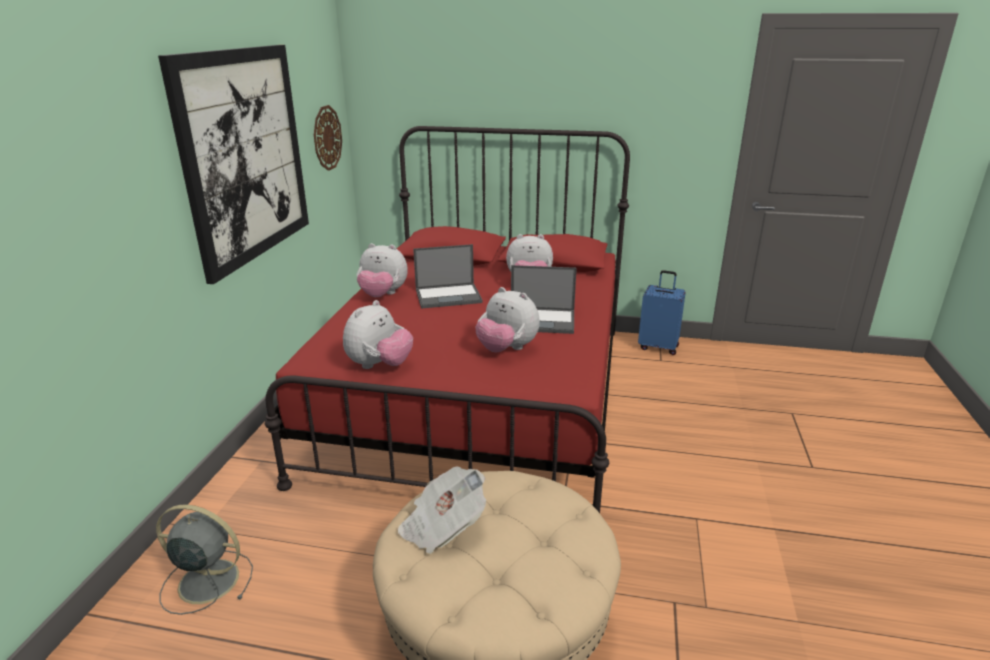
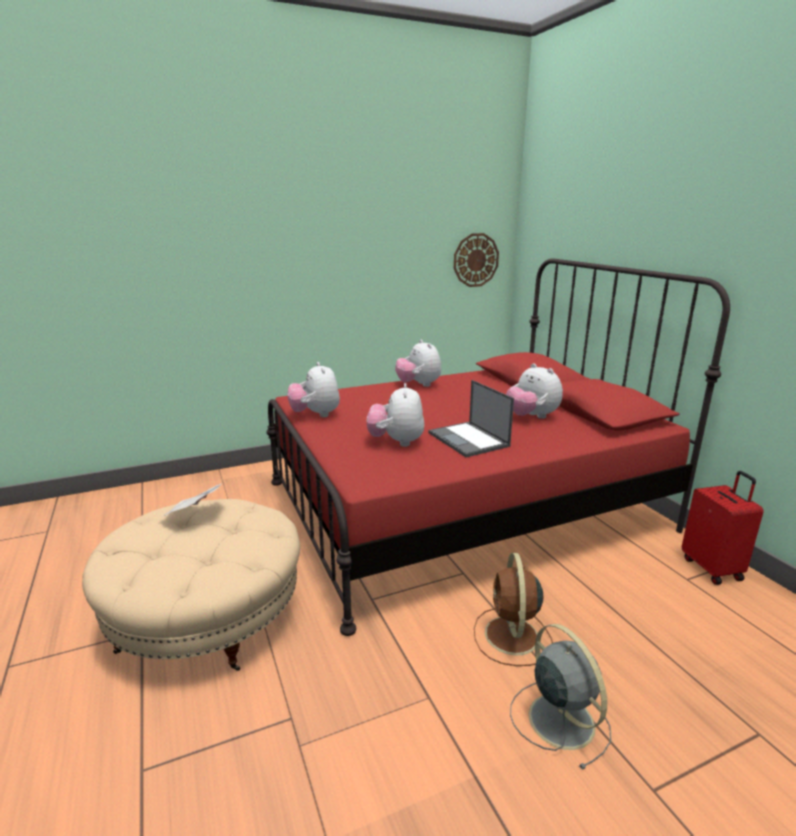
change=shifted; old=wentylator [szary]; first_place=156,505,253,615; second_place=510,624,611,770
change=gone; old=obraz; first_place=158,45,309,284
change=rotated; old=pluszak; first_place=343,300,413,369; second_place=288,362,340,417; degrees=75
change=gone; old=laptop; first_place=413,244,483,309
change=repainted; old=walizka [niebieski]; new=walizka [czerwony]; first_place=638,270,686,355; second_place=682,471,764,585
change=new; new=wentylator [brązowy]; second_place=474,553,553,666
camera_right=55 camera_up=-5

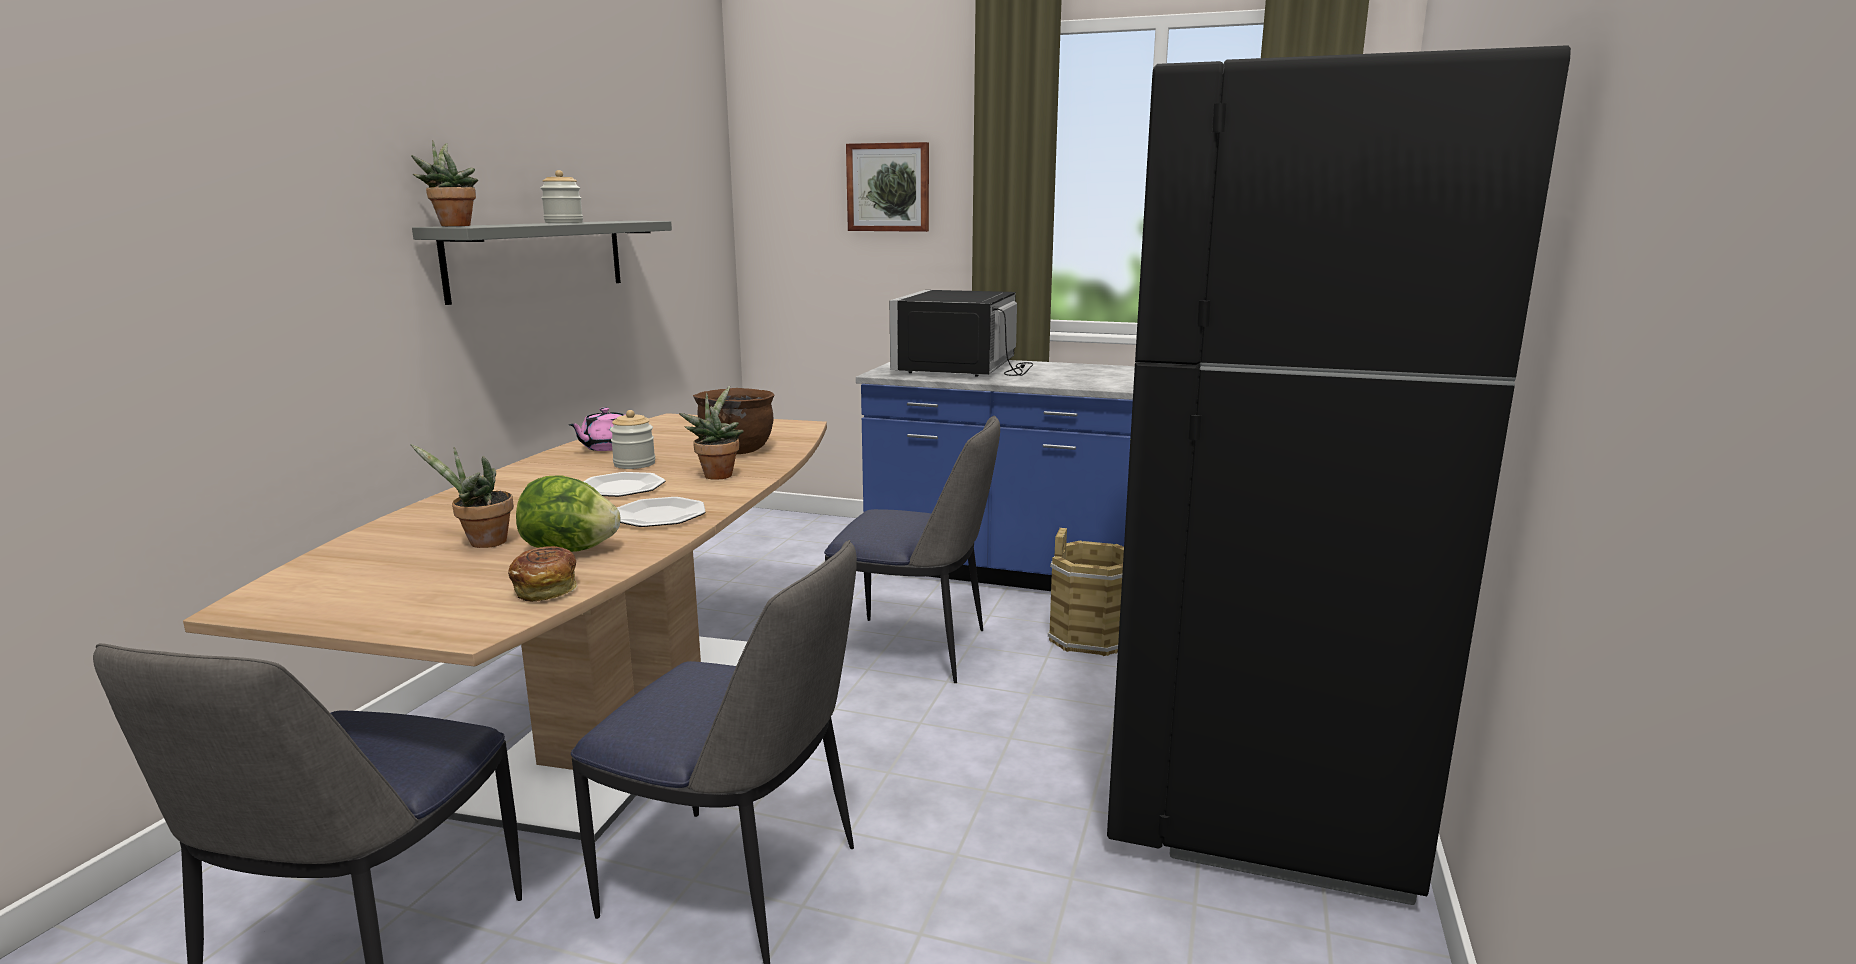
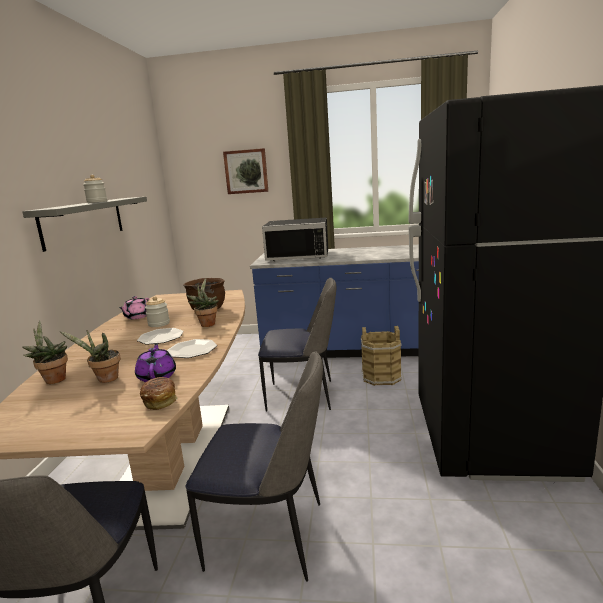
change=shifted; old=roślina doniczkowa; first_place=411,140,478,226; second_place=22,321,68,384
change=swapped; old=sałata; new=imbryk [fioletowy]; first_place=516,475,620,552; second_place=135,343,176,382
change=rotated; old=mikrofalówka [czarny]; first_place=890,290,1033,377; second_place=262,217,328,261; degrees=-90
camera_right=-10 camera_up=0

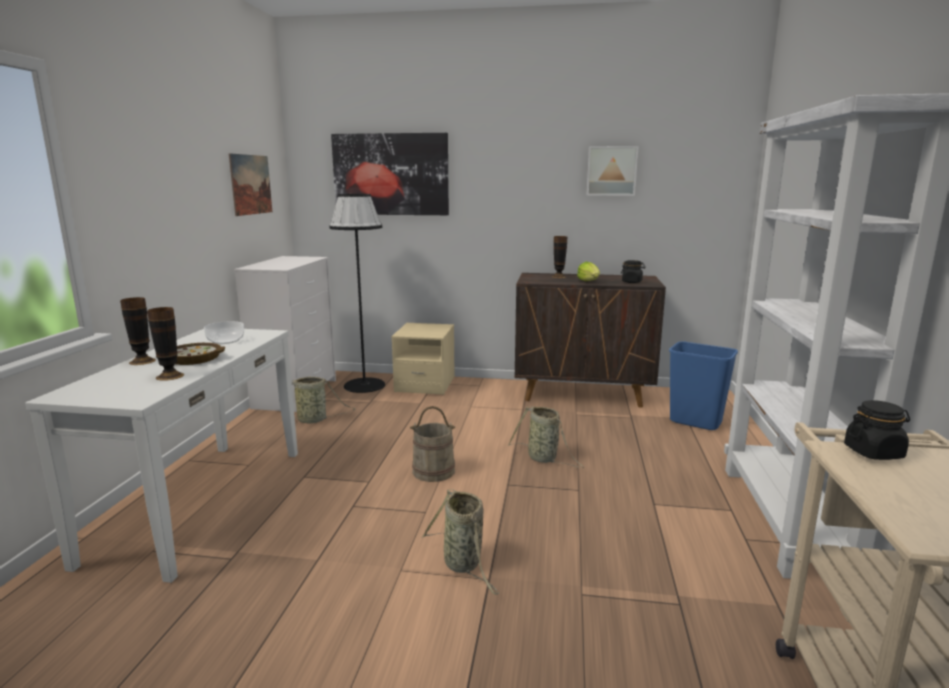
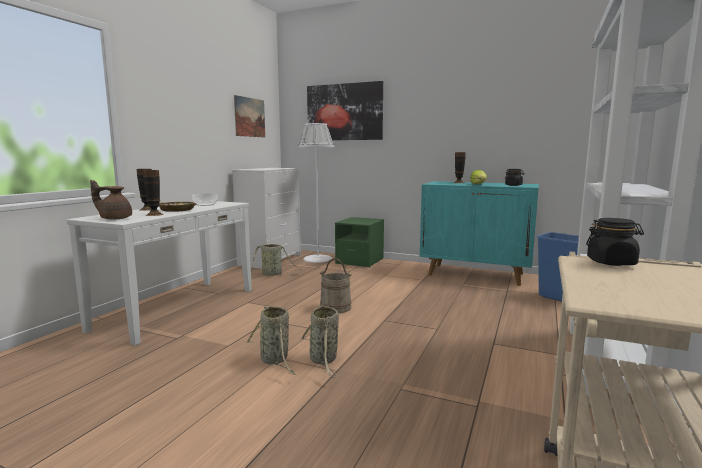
change=repainted; old=lampa stojąca [czarny]; new=lampa stojąca [biały]; first_place=330,194,385,393; second_place=298,123,334,263
change=repainted; old=szafka nocna [beżowy]; new=szafka nocna [zielony]; first_place=391,323,454,395; second_place=335,217,384,268
change=shifted; old=koszyk; first_place=508,406,584,468; second_place=246,305,296,375
change=repainted; old=szafka [brązowy]; new=szafka [turkusowy]; first_place=515,273,666,407; second_place=420,181,539,286
change=gone; old=obraz; first_place=587,146,638,196
change=new; new=imbryk [brązowy]; second_place=90,180,132,220
camera_right=15 camera_up=-5

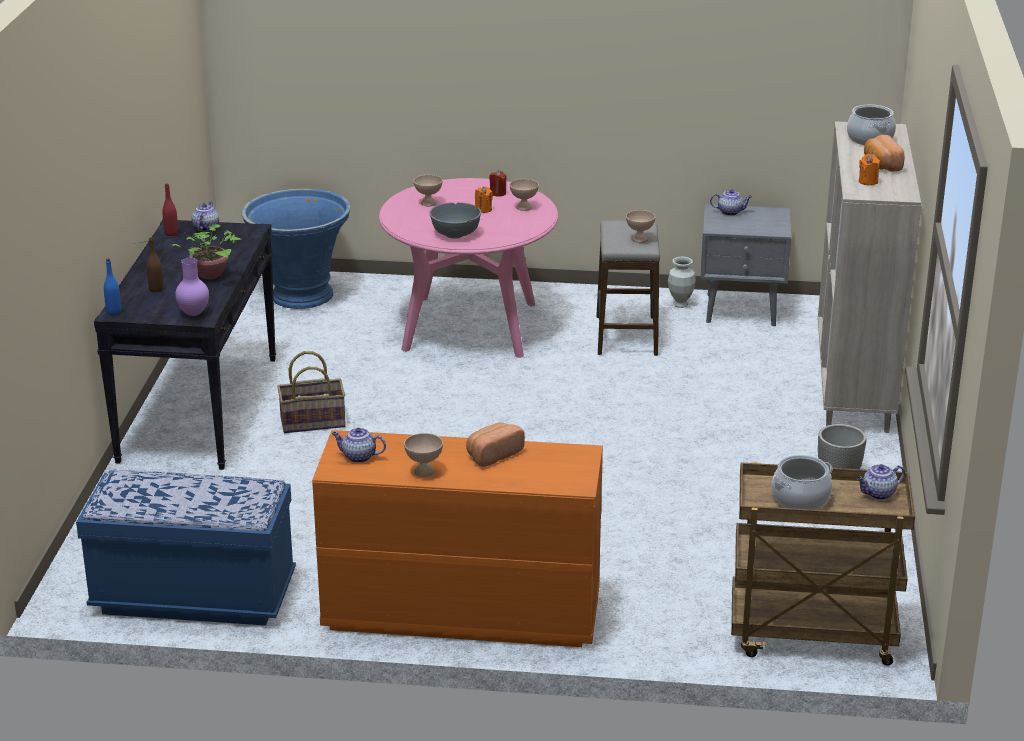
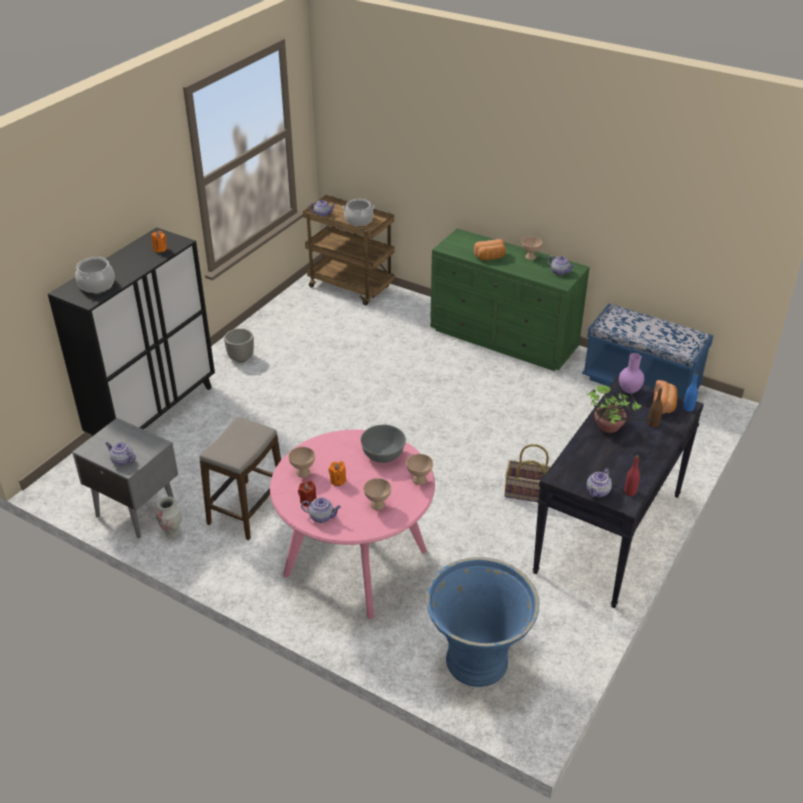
change=repainted; old=komoda [pomarańczowy]; new=komoda [zielony]; first_place=312,430,603,647; second_place=430,228,590,371
change=shifted; old=miska [beżowy]; first_place=626,210,655,243; second_place=406,454,433,485
change=repainted; old=szafka [beżowy]; new=szafka [czarny]; first_place=818,121,921,433; second_place=48,227,215,436
change=shifted; old=chleb; first_place=864,135,905,171; second_place=653,380,677,414
change=new; new=imbryk; second_place=301,497,341,523
camera_right=-155 camera_up=10

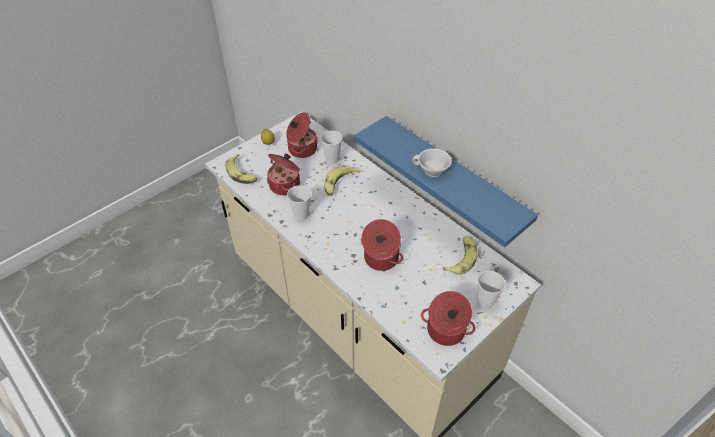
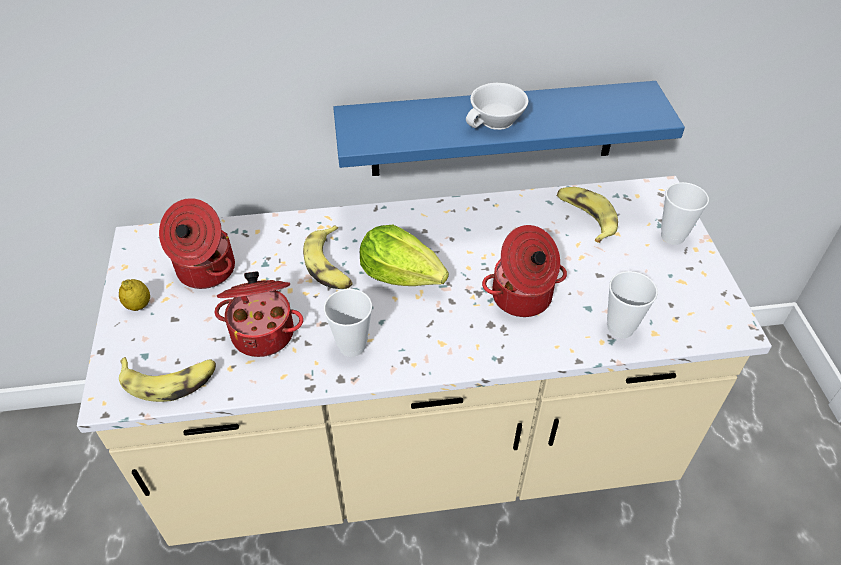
change=shifted; old=filiżanka; first_place=321,131,343,164; second_place=607,271,658,338
change=gone; old=garnek; first_place=421,291,476,346
change=new; new=sałata; second_place=360,225,449,286
camera_right=-55 camera_up=0

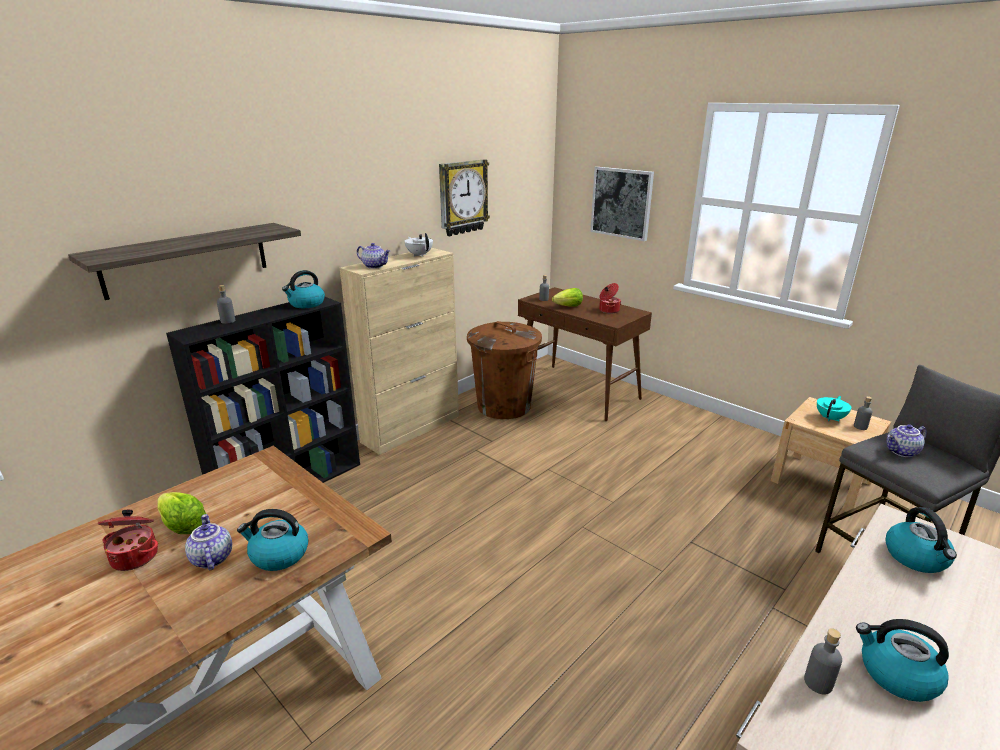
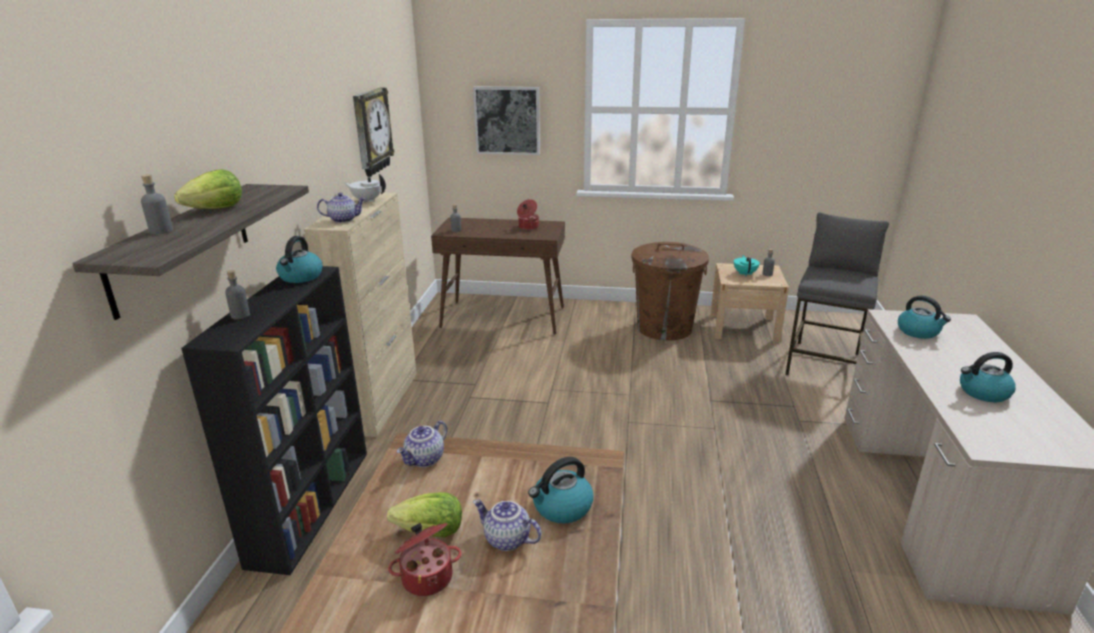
change=shifted; old=kosz na śmieci [brązowy]; first_place=467,321,542,419; second_place=631,242,709,341
change=shifted; old=sałata; first_place=552,288,583,307; second_place=174,169,242,209
change=shifted; old=butelka [szary]; first_place=804,628,842,694; second_place=141,174,173,235
change=shifted; old=imbryk; first_place=887,424,927,457; second_place=397,421,447,467
camera_right=-35 camera_up=0

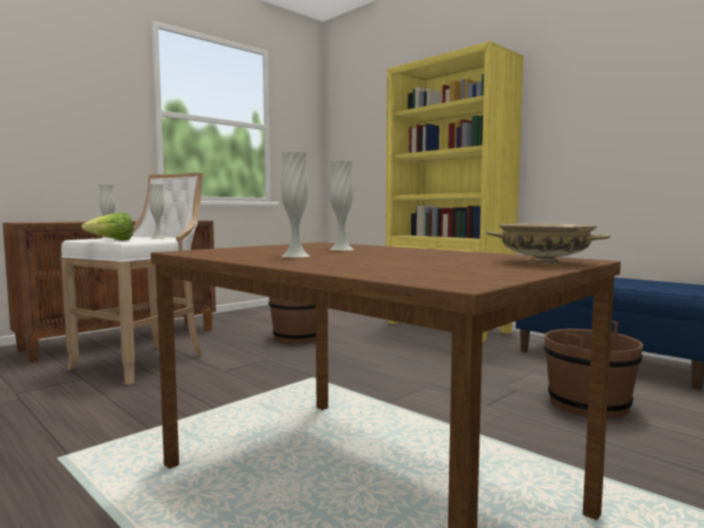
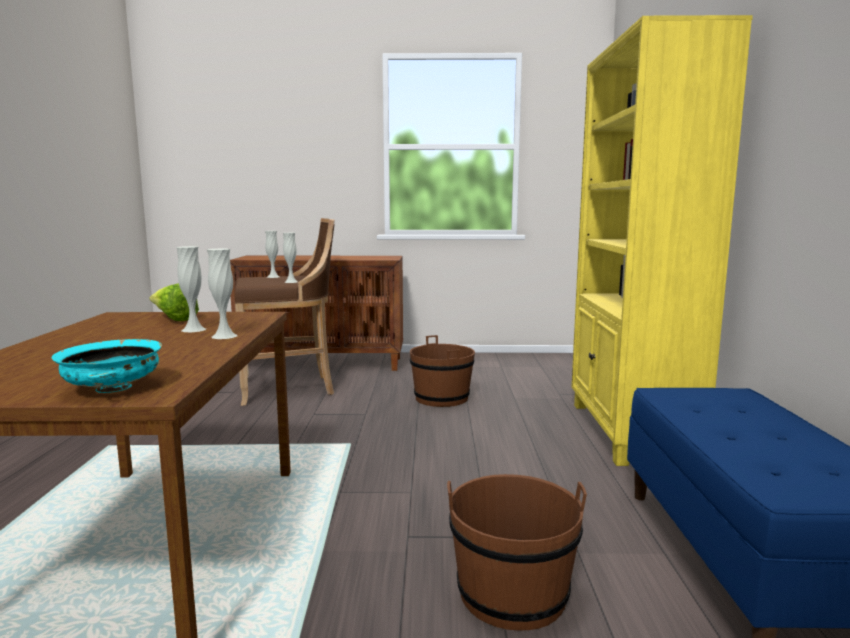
change=repainted; old=stołek [biały]; new=stołek [brązowy]; first_place=61,172,203,385; second_place=234,218,335,406
change=shifted; old=sałata; first_place=82,212,133,241; second_place=149,283,199,321
change=shifted; old=wazon [biały]; first_place=281,152,310,257; second_place=207,249,237,339
change=repainted; old=miska [beżowy]; new=miska [turkusowy]; first_place=487,223,610,264; second_place=51,339,162,393
camera_right=45 camera_up=5

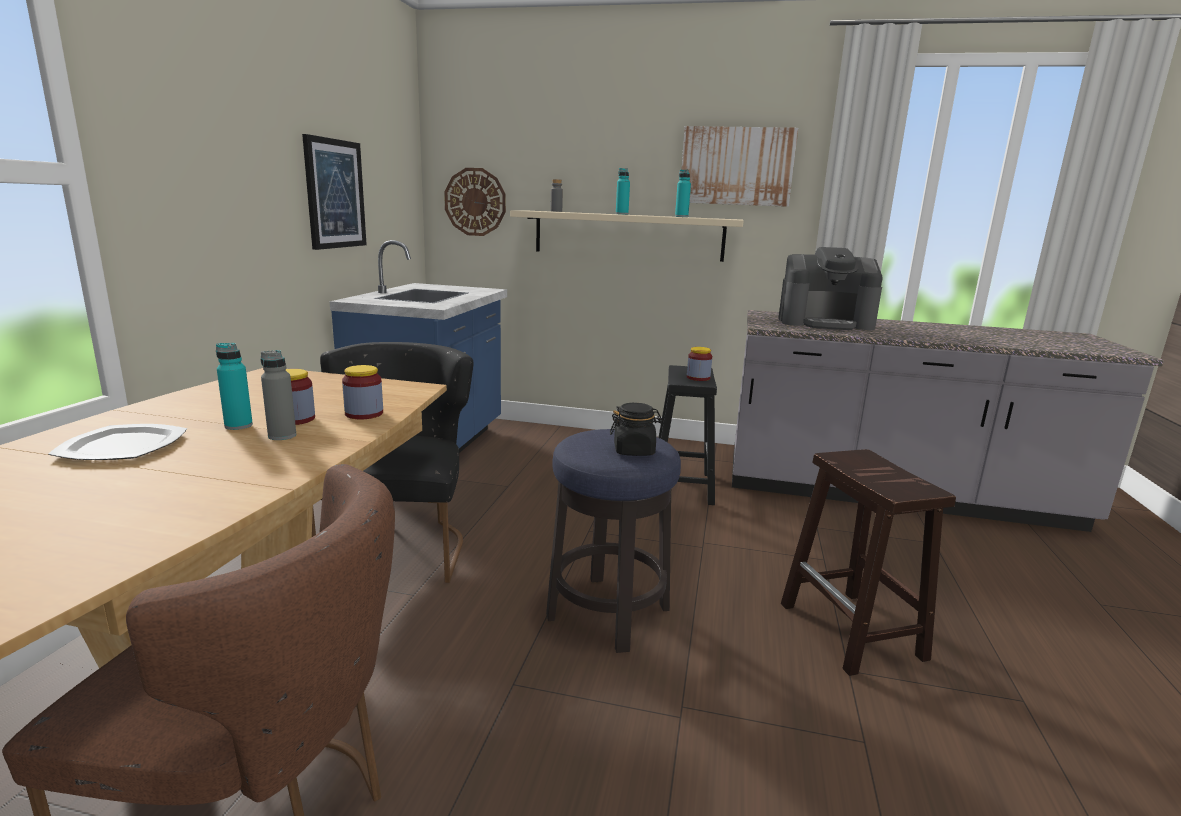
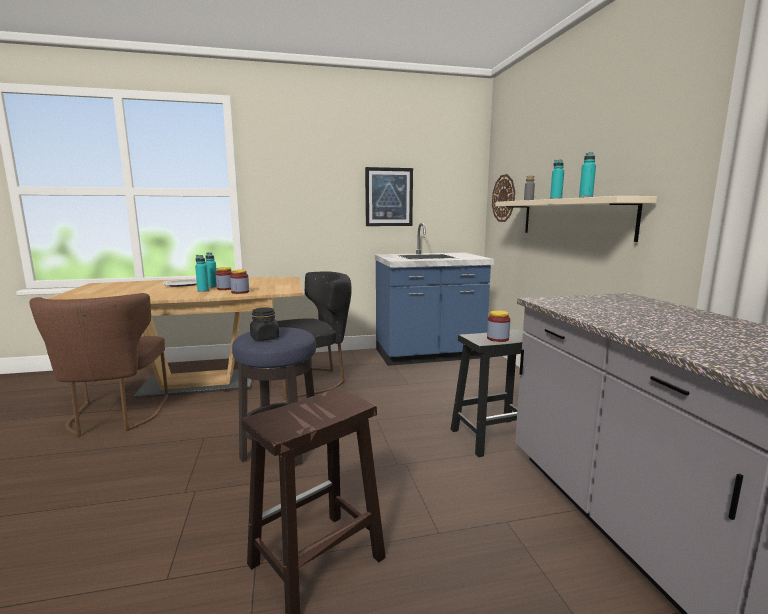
change=repainted; old=butelka [szary]; new=butelka [turkusowy]; first_place=261,350,296,440; second_place=195,255,209,292
change=gone; old=obraz; first_place=681,126,798,207
change=gone; old=ekspres do kawy; first_place=778,247,883,330
camera_right=65 camera_up=-5

